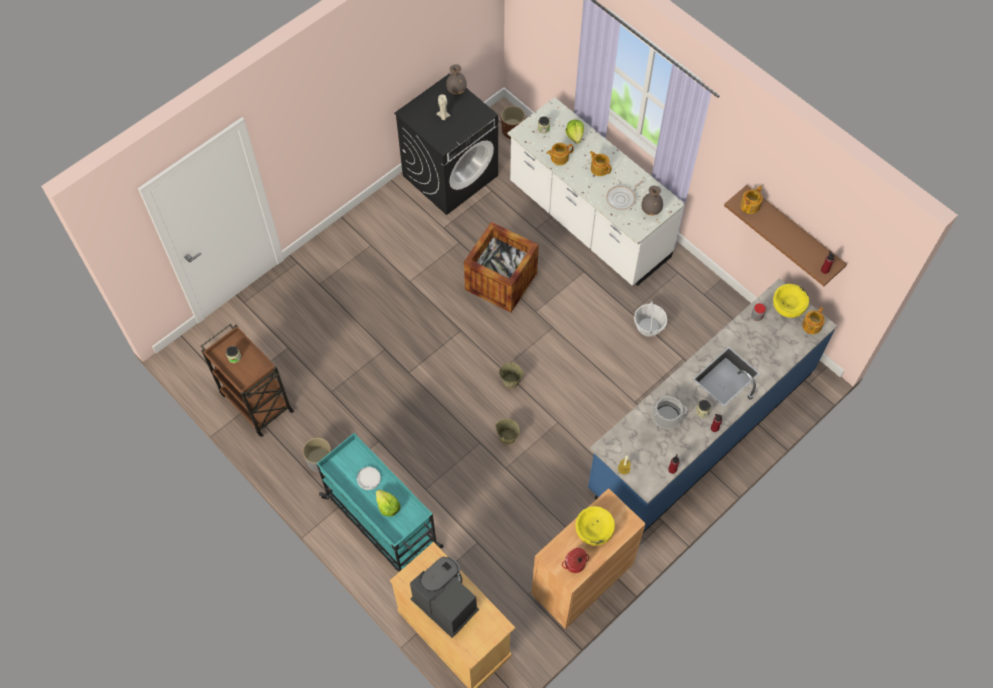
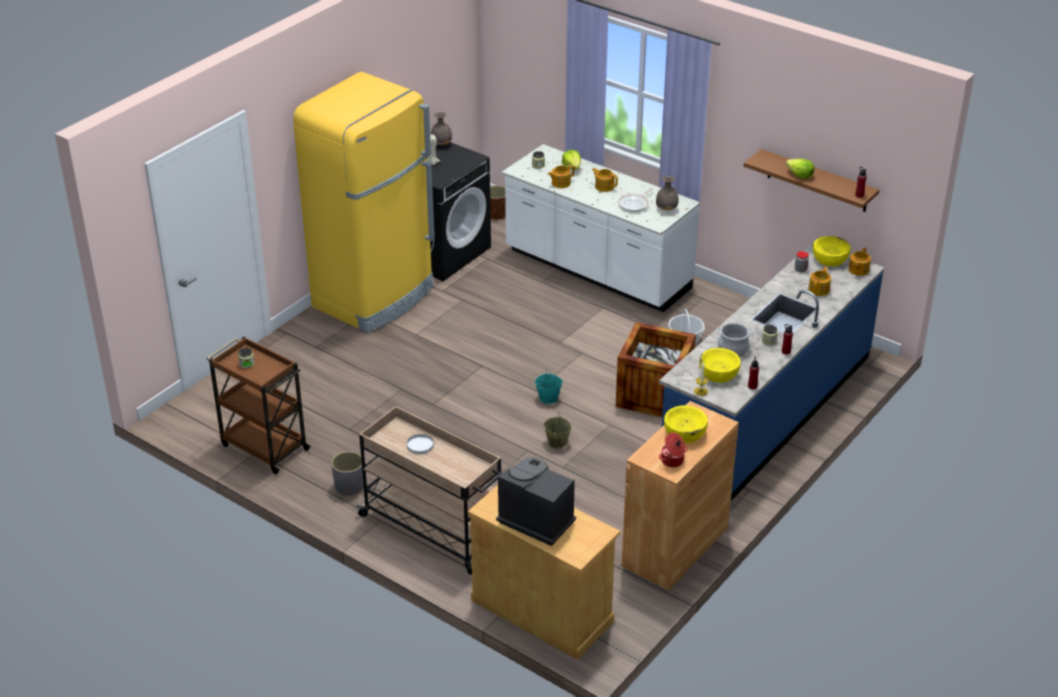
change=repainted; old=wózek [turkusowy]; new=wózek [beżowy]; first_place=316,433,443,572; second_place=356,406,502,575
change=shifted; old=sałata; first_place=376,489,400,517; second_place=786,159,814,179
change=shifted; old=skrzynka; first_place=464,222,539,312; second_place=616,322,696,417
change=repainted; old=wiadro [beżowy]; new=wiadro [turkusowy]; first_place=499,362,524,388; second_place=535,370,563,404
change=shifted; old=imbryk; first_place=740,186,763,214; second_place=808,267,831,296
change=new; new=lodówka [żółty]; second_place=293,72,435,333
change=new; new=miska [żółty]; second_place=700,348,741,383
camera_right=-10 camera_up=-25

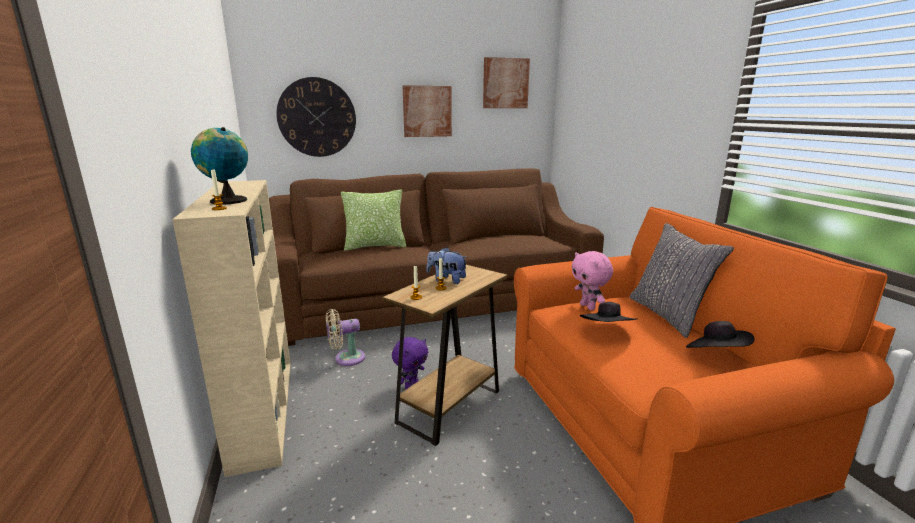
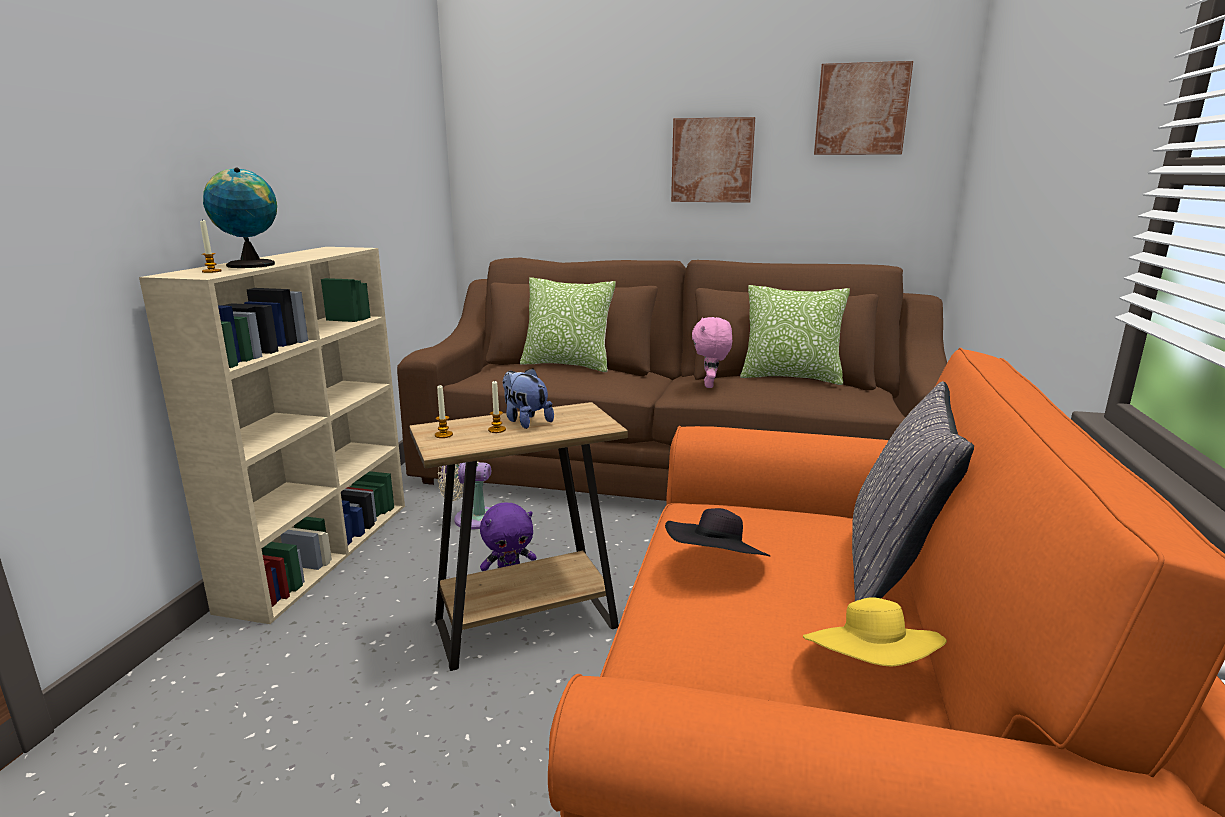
change=gone; old=zegar ścienny; first_place=276,77,356,157
change=shifted; old=pluszak [różowy]; first_place=571,251,613,310; second_place=692,317,732,388
change=repainted; old=kapelusz [czarny]; new=kapelusz [żółty]; first_place=686,321,755,348; second_place=803,597,947,667
change=new; new=poduszka; second_place=740,285,850,385
camera_right=30 camera_up=0

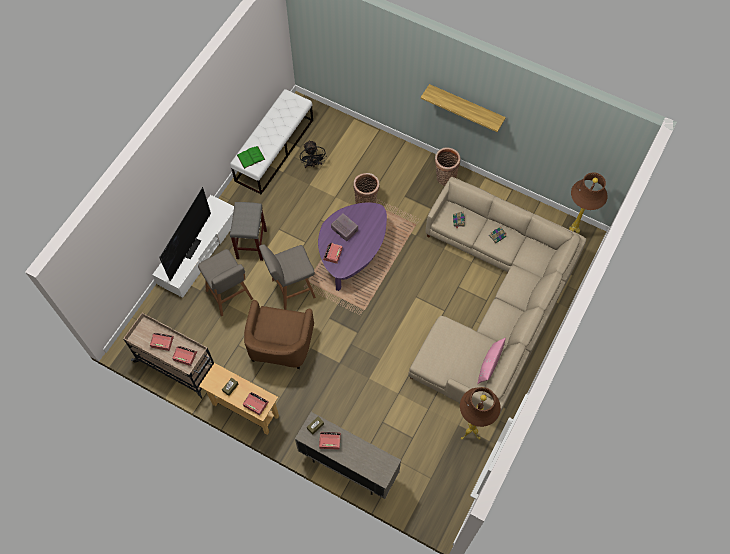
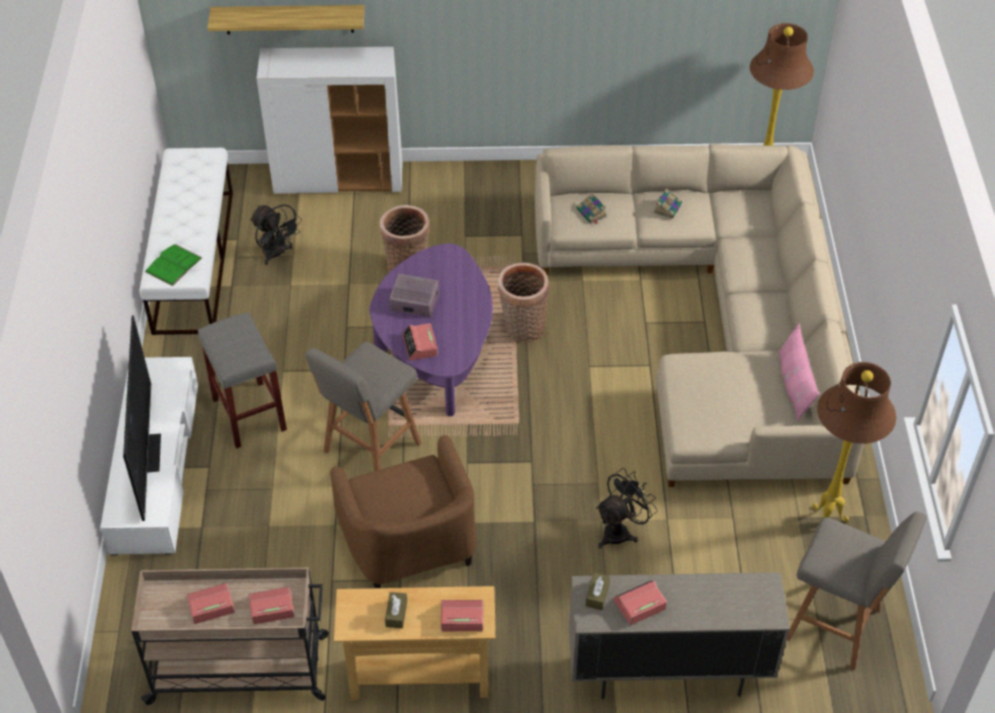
change=shifted; old=stołek [szary]; first_place=198,249,253,317; second_place=787,511,927,670
change=shifted; old=półka; first_place=421,84,506,132; second_place=207,5,365,34
change=shifted; old=koszyk; first_place=435,147,460,186; second_place=497,263,549,343
change=new; new=szafka [biały]; second_place=257,47,403,194
change=new; new=wentylator [czarny]; second_place=596,468,658,548
camera_right=-30 camera_up=-15

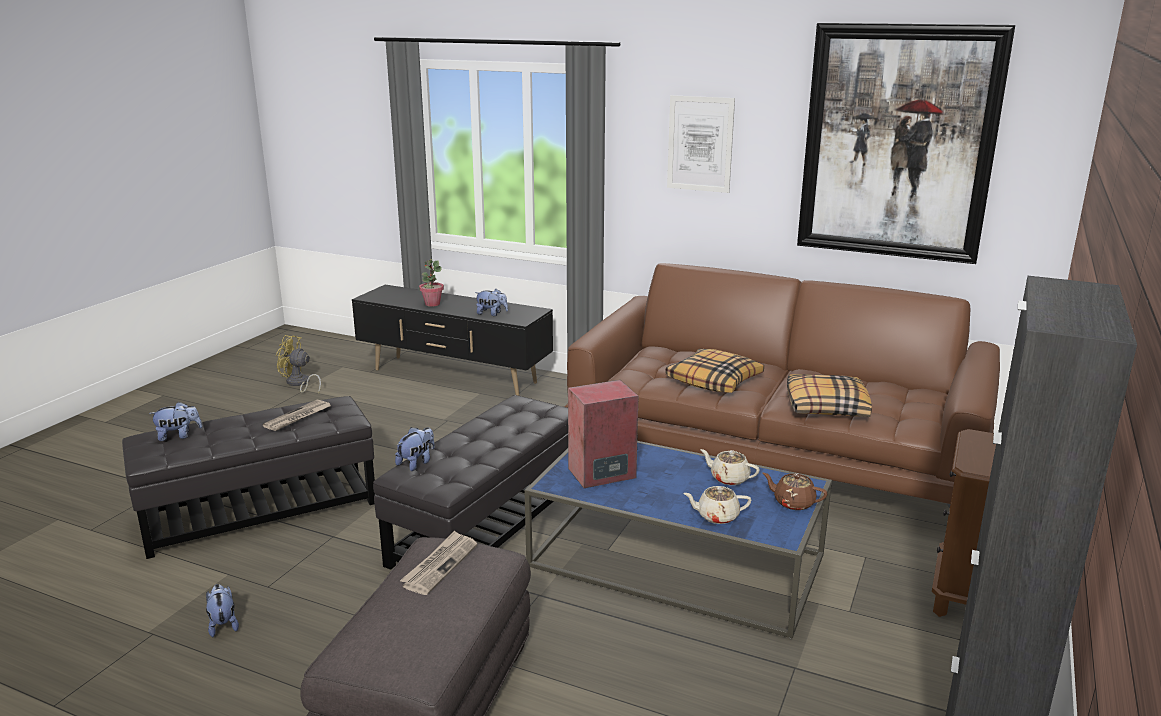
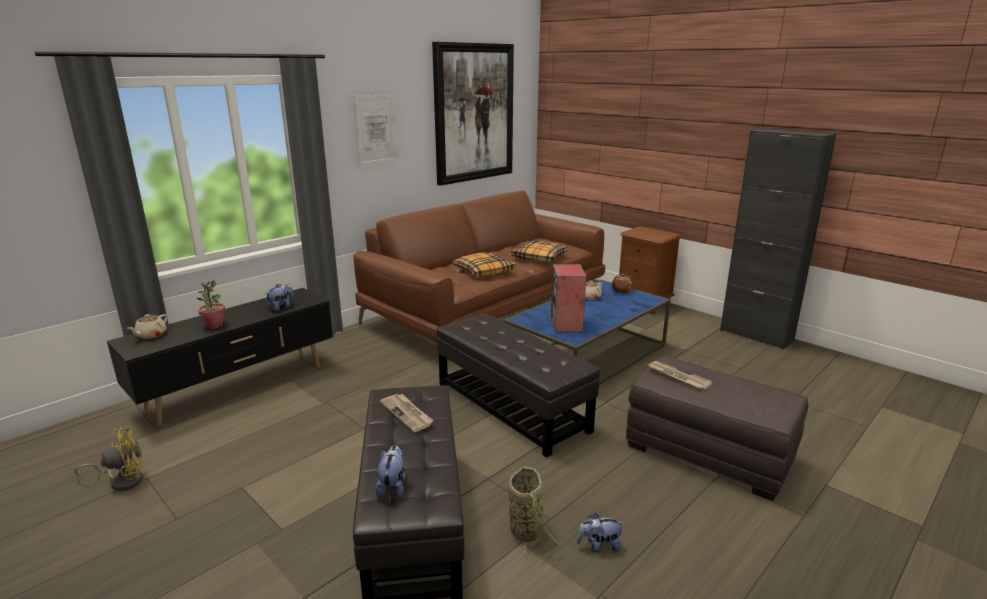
change=rotated; old=wentylator [żółty]; first_place=276,335,321,394; second_place=74,426,143,491; degrees=-150
change=gone; old=pluszak; first_place=395,427,435,471
change=shifted; old=imbryk [beżowy]; first_place=683,486,751,524; second_place=127,314,168,339
change=new; new=koszyk; second_place=508,467,560,560
camera_right=-70 camera_up=0

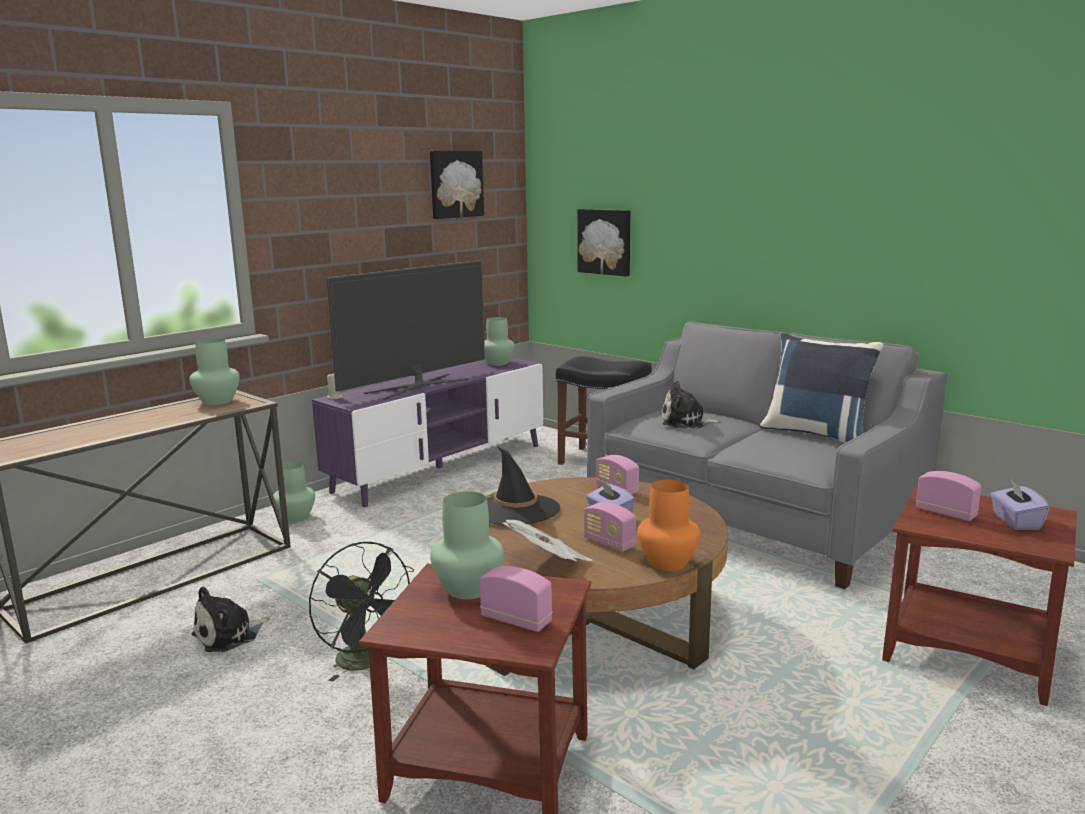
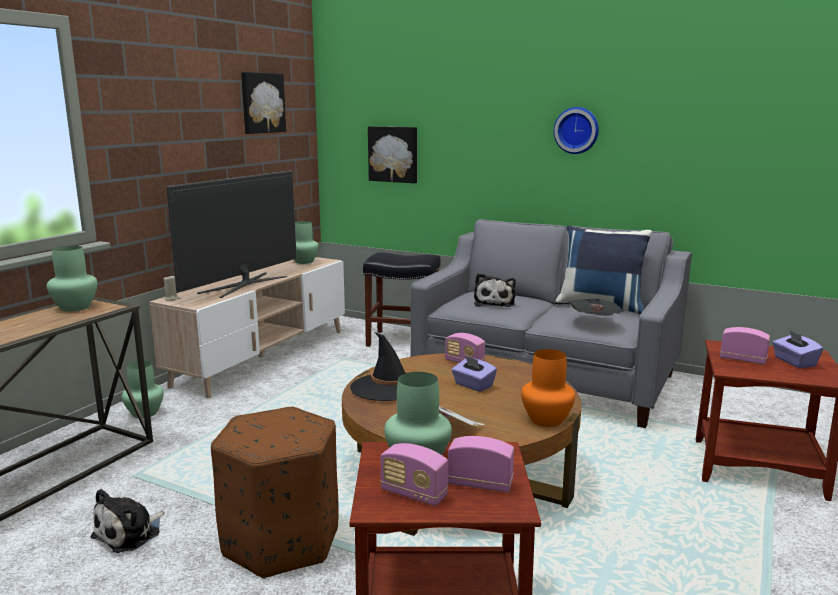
change=swapped; old=wentylator [czarny]; new=pufa [brązowy]; first_place=309,542,414,682; second_place=211,407,339,579
change=repainted; old=szafka pod telewizor [fioletowy]; new=szafka pod telewizor [beżowy]; first_place=312,358,543,508; second_place=149,257,345,398
change=shifted; old=radio; first_place=584,502,636,552; second_place=380,443,448,506
change=rotated; old=pluszak; first_place=662,381,722,428; second_place=474,273,516,307; degrees=-75
change=new; new=zegar ścienny; second_place=554,107,599,154
change=new; new=gazeta; second_place=567,299,624,316
camera_right=-15 camera_up=0

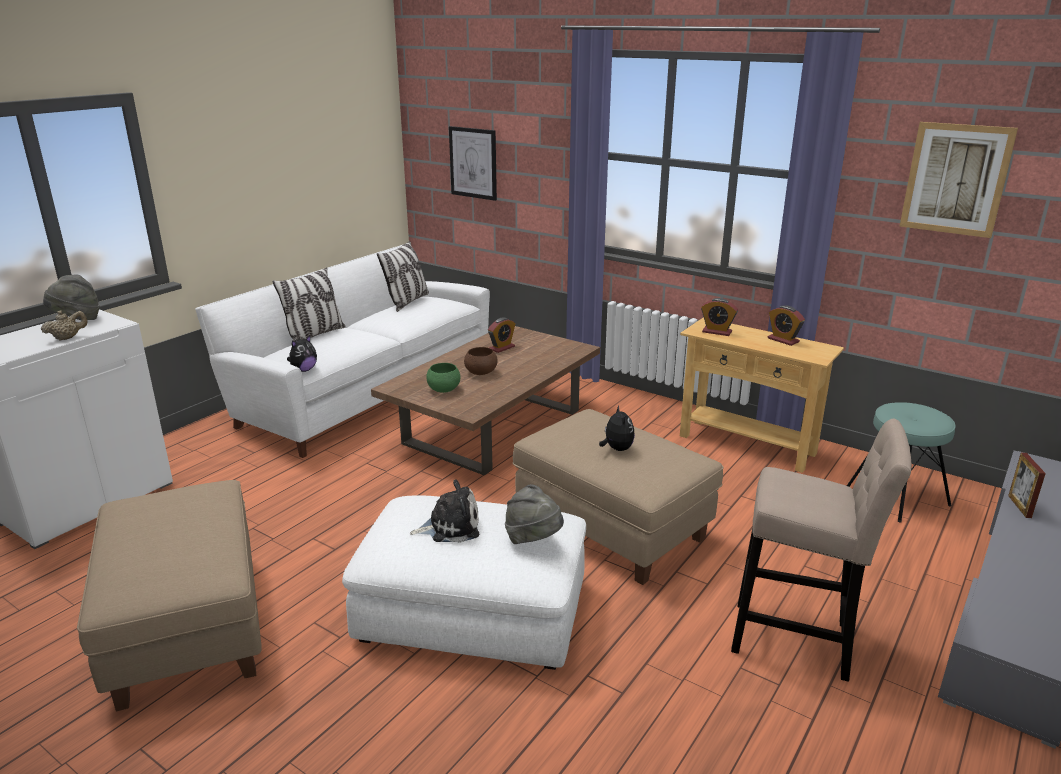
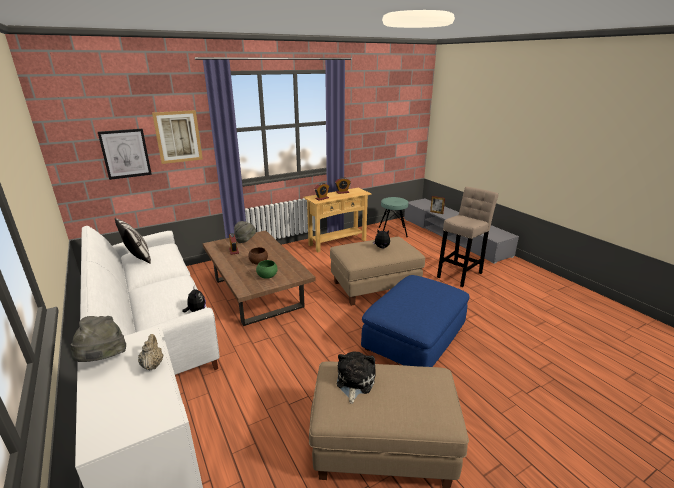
change=gone; old=poduszka; first_place=272,268,346,342
change=repainted; old=pufa [biały]; new=pufa [niebieski]; first_place=342,495,586,670; second_place=361,275,470,367
change=shifted; old=pluszak; first_place=409,480,479,543; second_place=337,351,375,404
change=shifted; old=kapelusz [szary]; first_place=505,484,564,544; second_place=234,221,256,243
change=shifted; old=obraz; first_place=900,122,1018,238; second_place=152,110,203,164
camera_right=-65 camera_up=0

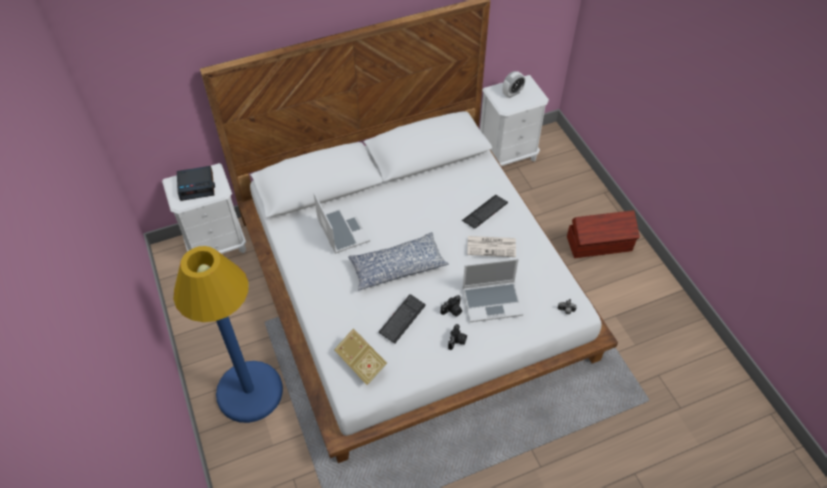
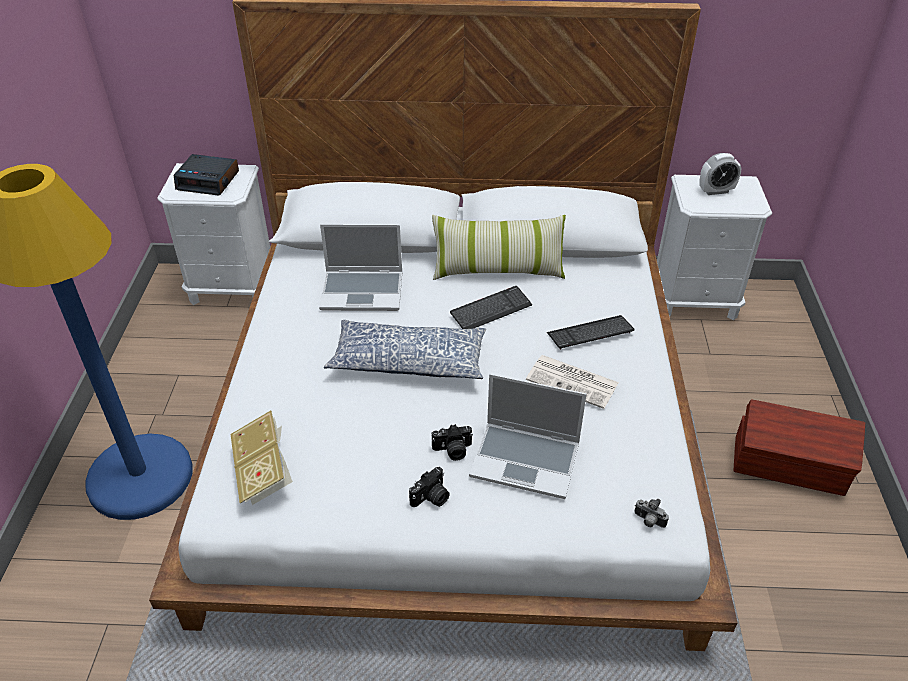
change=rotated; old=laptop; first_place=314,192,370,254; second_place=319,224,402,311; degrees=90
change=shifted; old=klawiatura; first_place=379,294,426,344; second_place=450,286,532,329
change=new; new=poduszka; second_place=432,215,566,280
camera_right=25 camera_up=-10

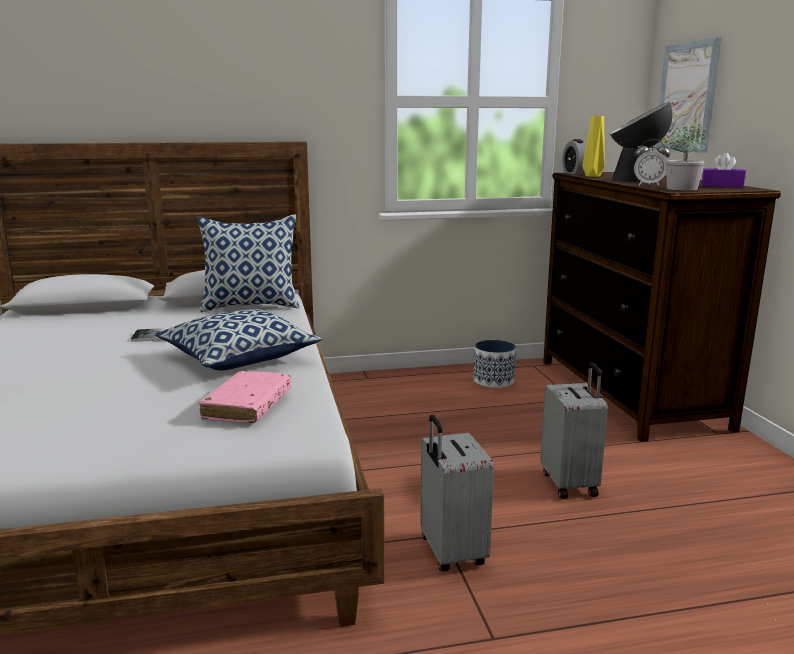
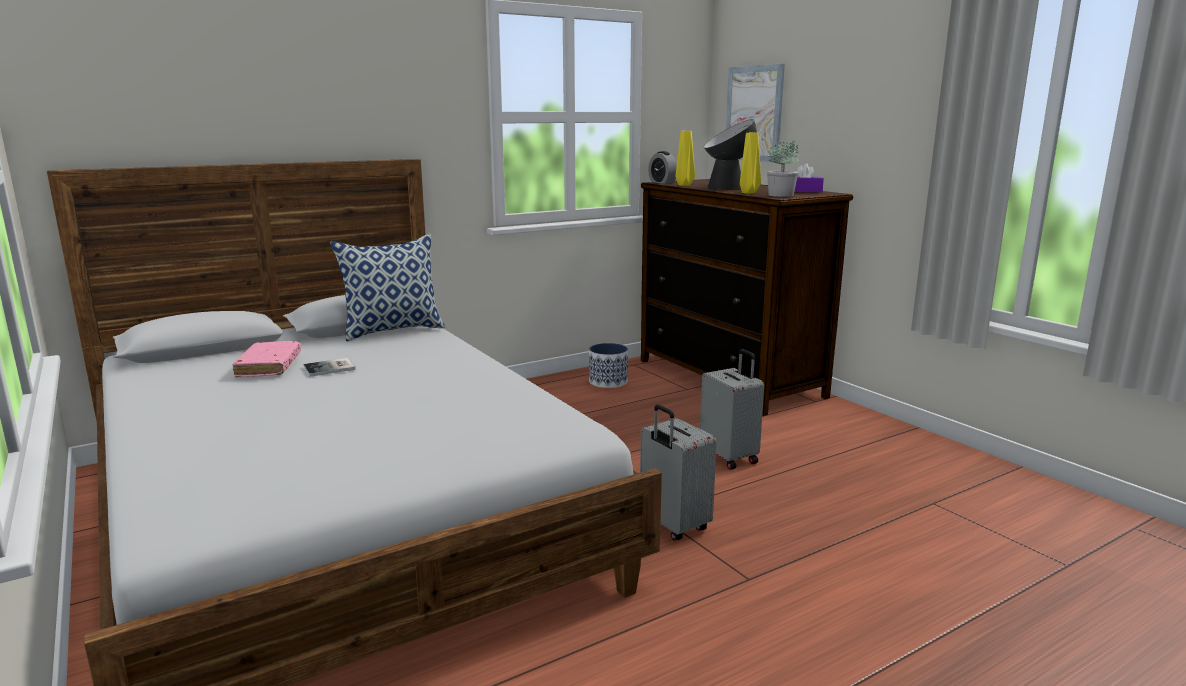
change=gone; old=poduszka; first_place=155,309,322,371
change=shifted; old=książka [różowy]; first_place=199,371,291,423; second_place=232,341,301,377
change=swapped; old=budzik; new=wazon [żółty]; first_place=634,139,670,186; second_place=740,133,761,194
camera_right=-20 camera_up=0

